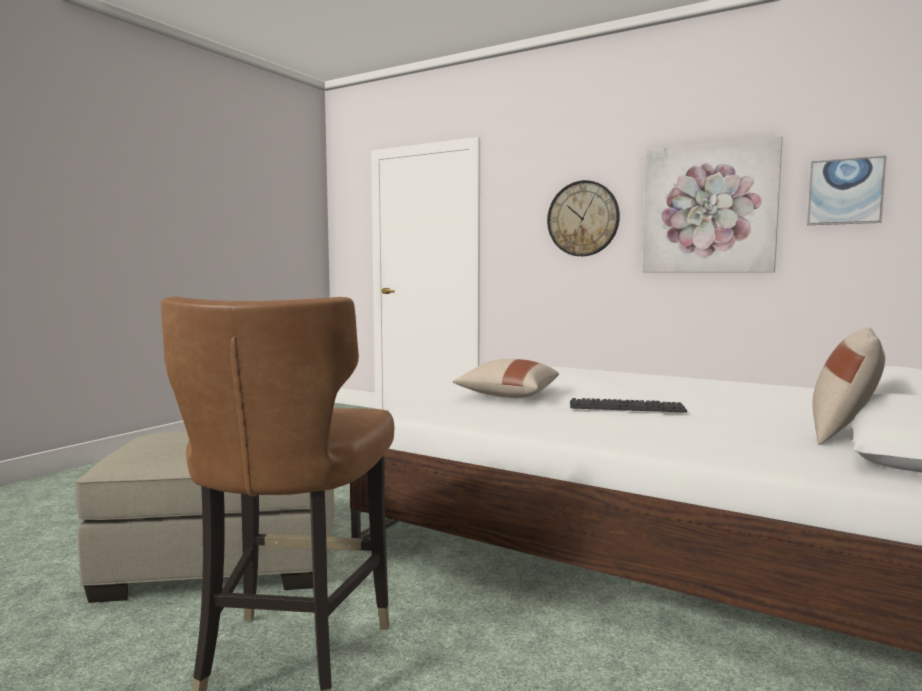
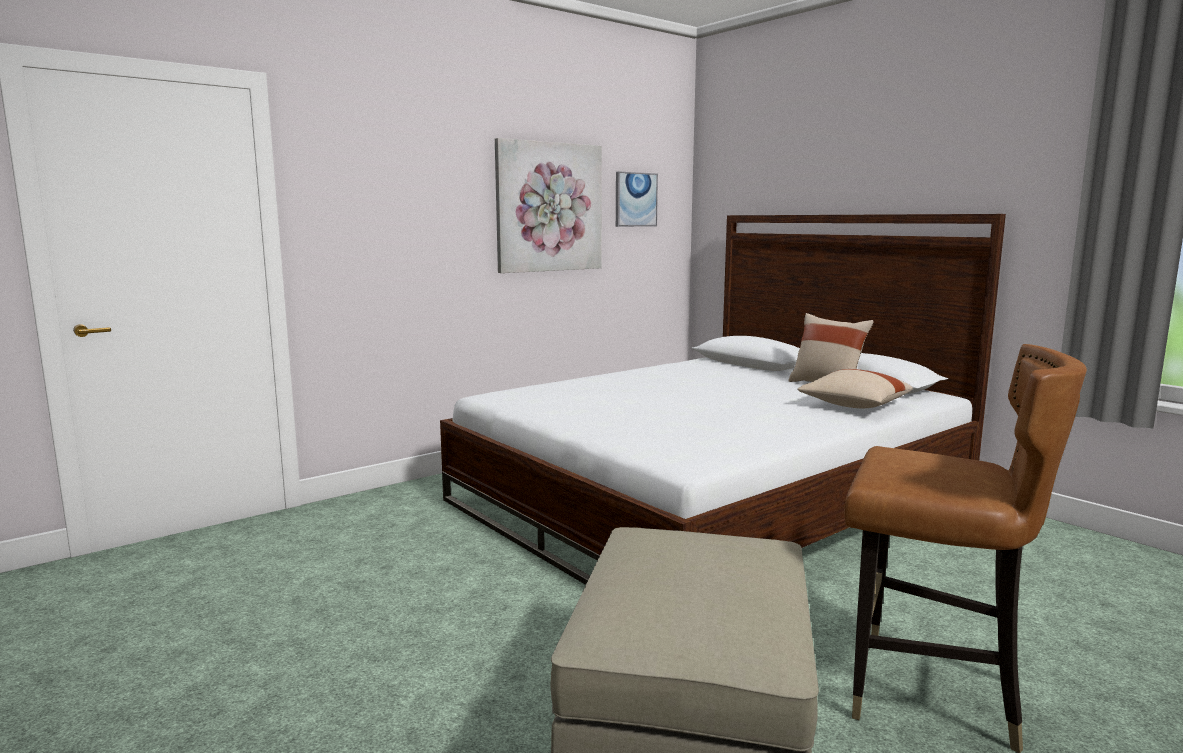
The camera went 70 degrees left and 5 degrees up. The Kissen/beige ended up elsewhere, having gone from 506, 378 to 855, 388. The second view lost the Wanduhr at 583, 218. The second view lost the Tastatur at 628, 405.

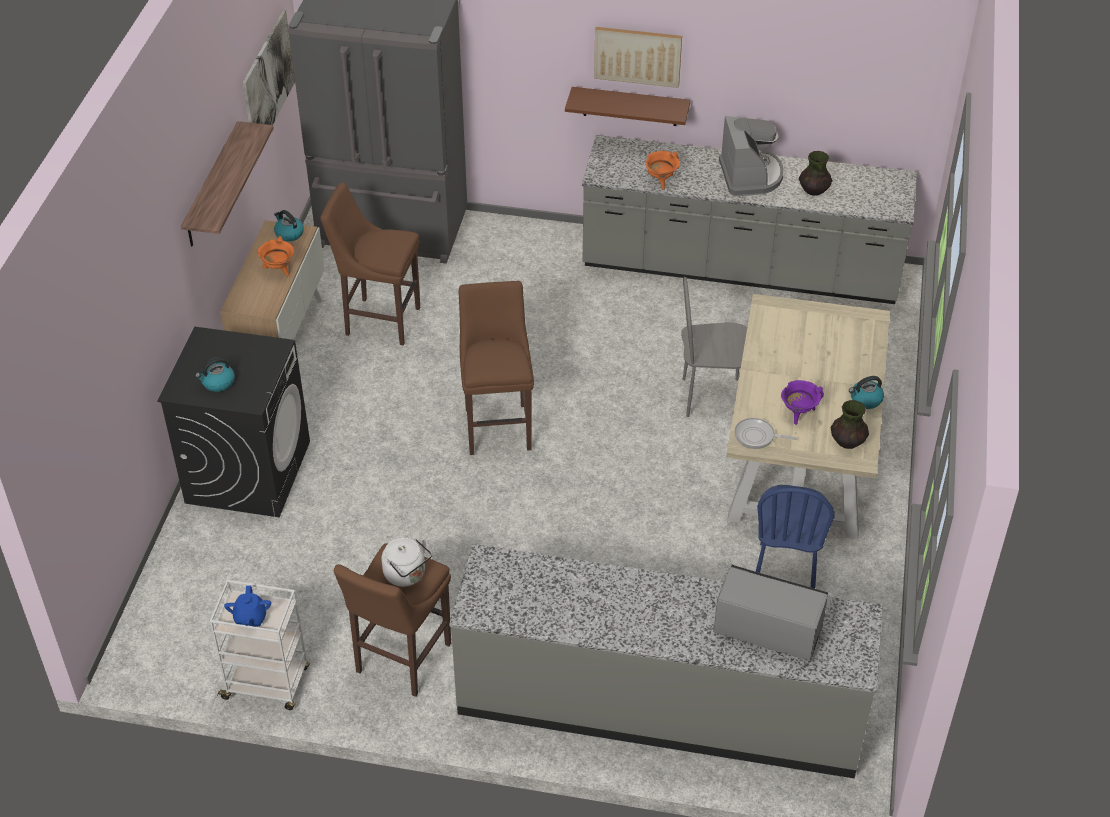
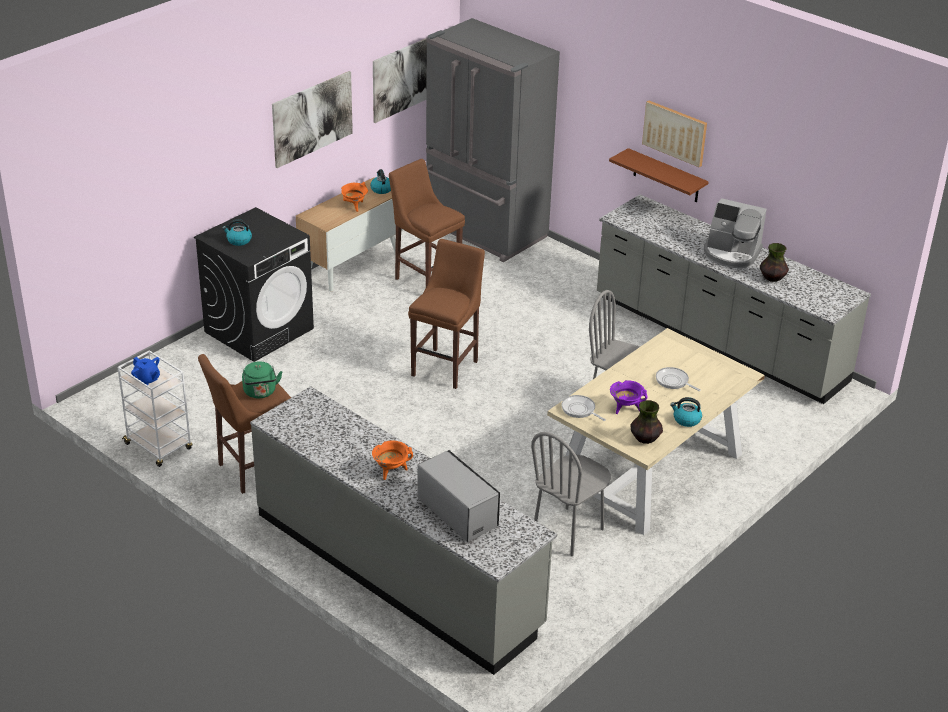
The camera went 30 degrees right and 10 degrees down. Where the Wandregal hung at 227, 183, the Bild came to hang at 312, 119. The Teekanne/blau at 247, 607 ended up facing another way, 75 degrees counterclockwise from before. What was the Wasserkessel/weiß at 406, 562 turned into the Wasserkessel/grün at 262, 379. The Kochtopf/orange ended up elsewhere, having gone from 663, 170 to 392, 460. The Kaffeemaschine at 751, 156 ended up facing another way, 90 degrees clockwise from before. What was the Stuhl/blau at 795, 537 turned into the Stuhl/grau at 571, 494. The second view gained the Pfanne at 678, 379.

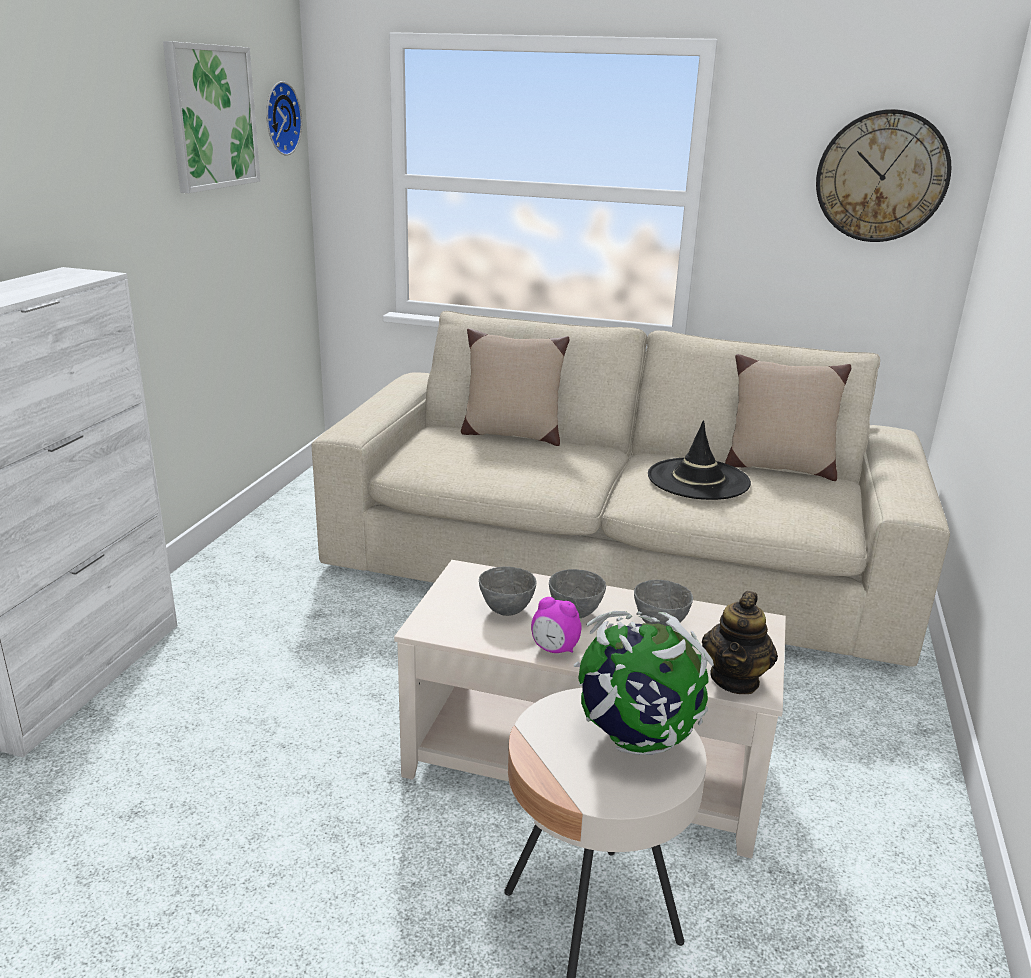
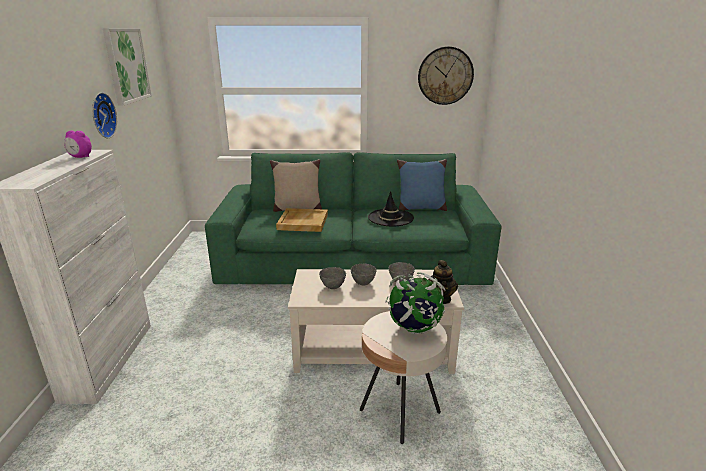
The camera went 15 degrees left and 0 degrees up. The Wanduhr ended up elsewhere, having gone from 284, 118 to 104, 115. What was the Sofa/beige at 631, 489 turned into the Sofa/grün at 353, 218. The Wecker ended up elsewhere, having gone from 556, 625 to 78, 144. What was the Kissen/beige at 788, 417 turned into the Kissen/blau at 422, 185. The second view gained the Tablett/beige at 302, 220.

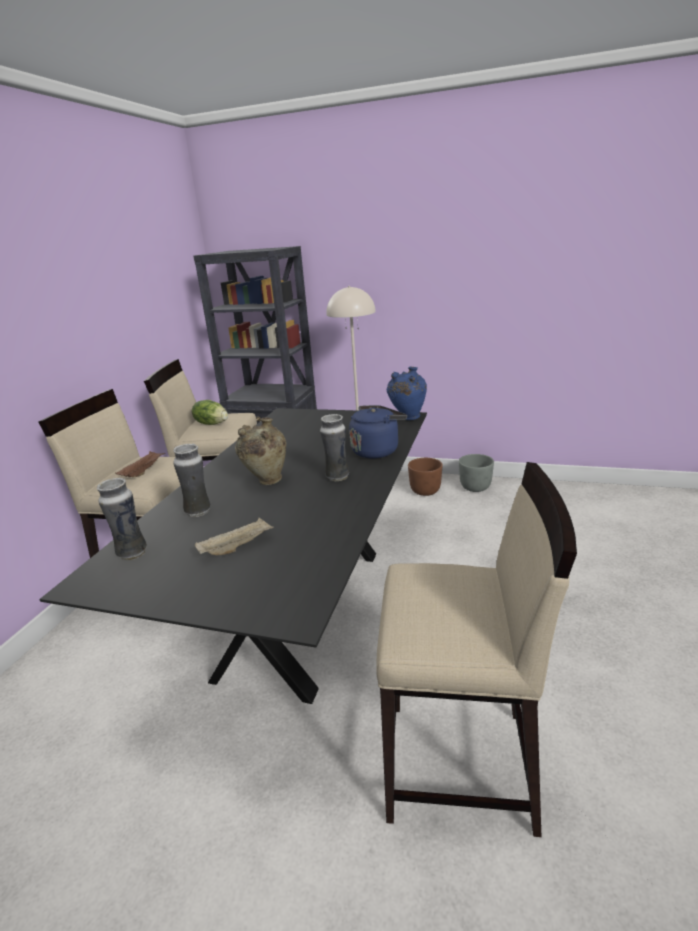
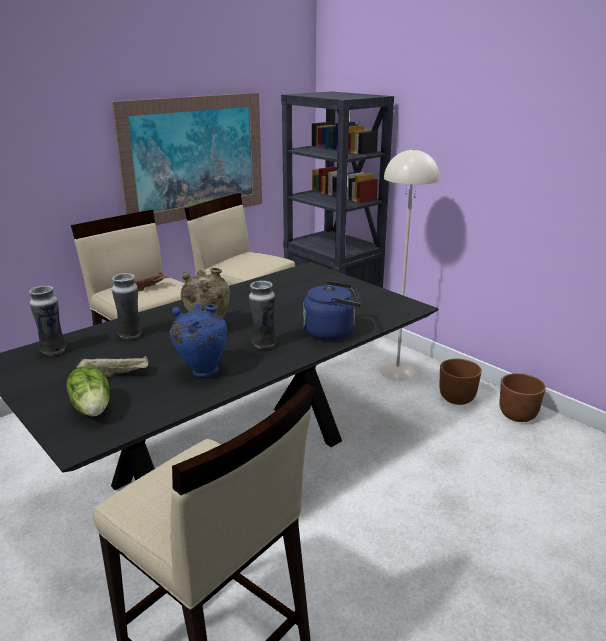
The camera went 30 degrees right and 0 degrees up. The Salatkopf ended up elsewhere, having gone from 210, 412 to 88, 391. The Vase/blau ended up elsewhere, having gone from 407, 393 to 198, 340. What was the Pflanzkübel/grau at 476, 473 turned into the Pflanzkübel/braun at 522, 397. The second view gained the Bild at 187, 159.

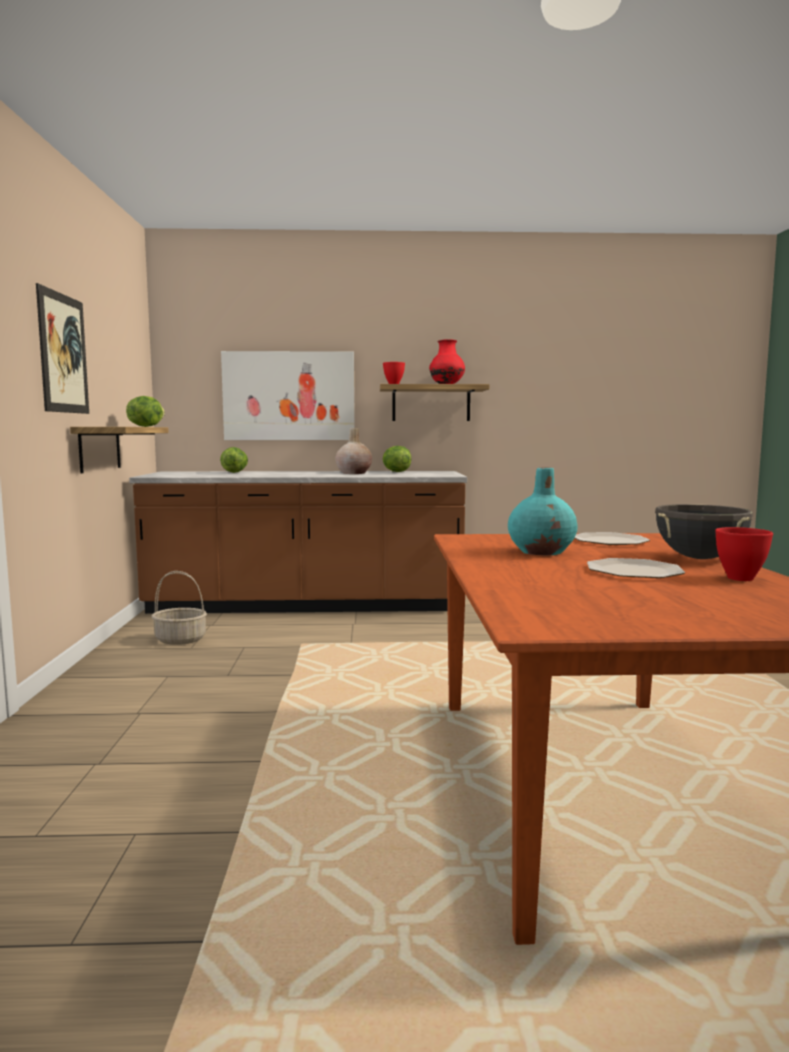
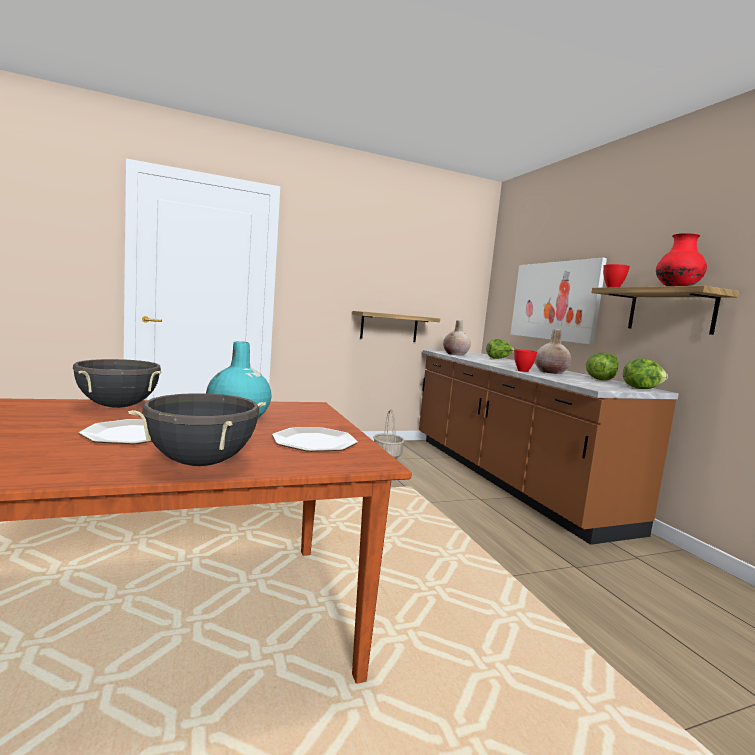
The camera went 70 degrees right and 0 degrees up. The second view lost the Bild at 62, 348. The Salatkopf ended up elsewhere, having gone from 145, 411 to 645, 373. The Schüssel/rot ended up elsewhere, having gone from 744, 554 to 525, 360. The second view gained the Kochtopf/schwarz at 117, 383. The second view gained the Vase/beige at 457, 338.

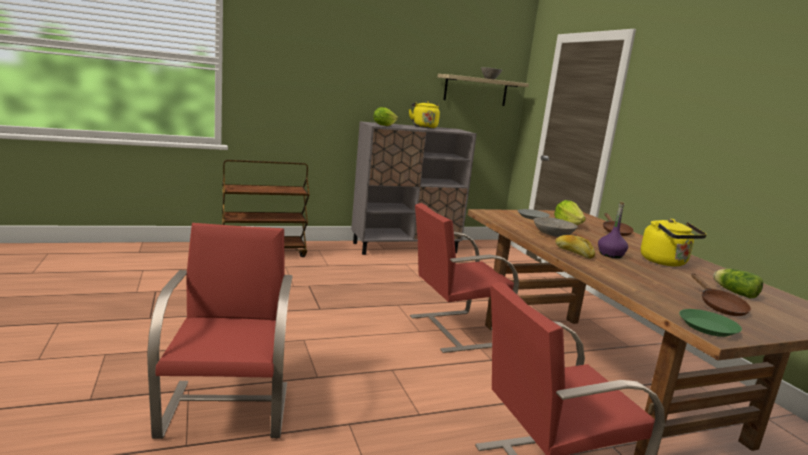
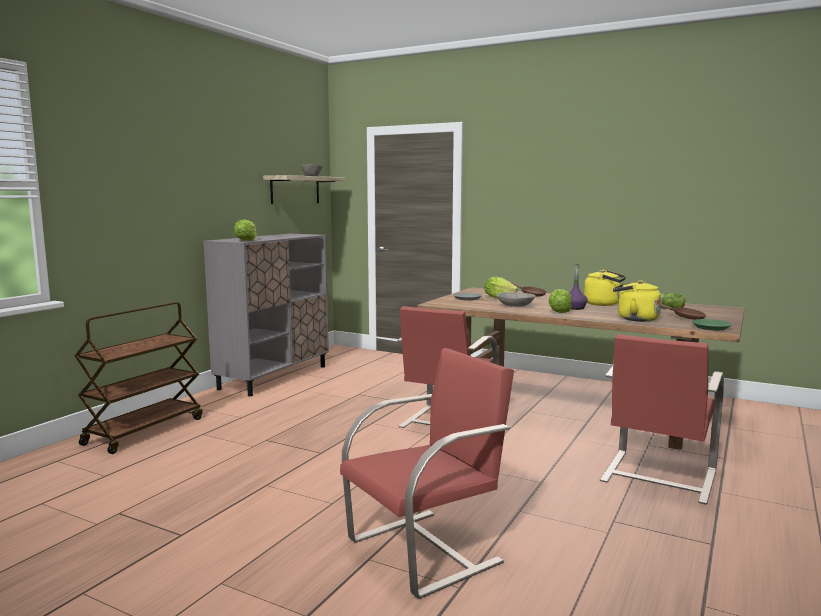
The camera went 40 degrees left and 5 degrees down. The Stuhl/rot at 220, 331 ended up facing another way, 105 degrees clockwise from before. The Wasserkessel/gelb ended up elsewhere, having gone from 424, 114 to 637, 301. Where the Brot stood at 575, 247, the Salatkopf came to stand at 560, 301.

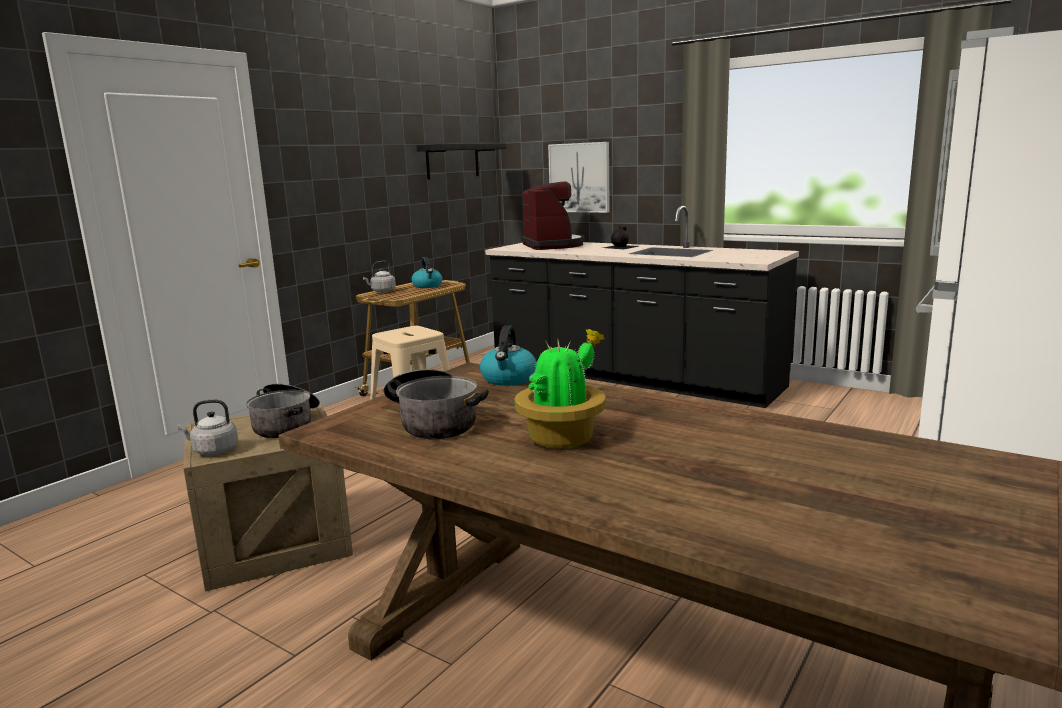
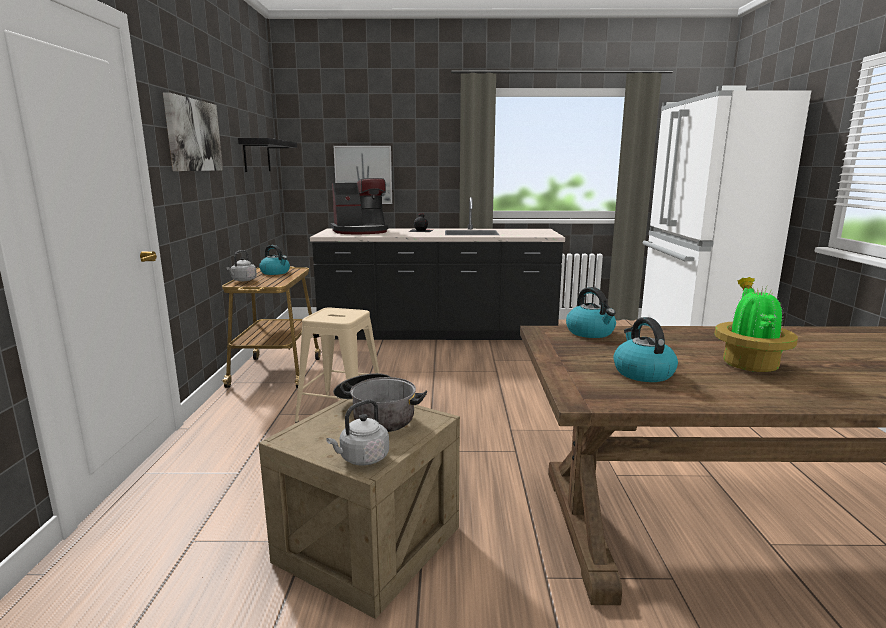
The camera went 35 degrees left and 0 degrees up. Where the Kochtopf stood at 436, 404, the Wasserkessel came to stand at 645, 349. The Kaffeemaschine at 553, 215 ended up facing another way, 120 degrees clockwise from before. The second view gained the Bild at 193, 131.

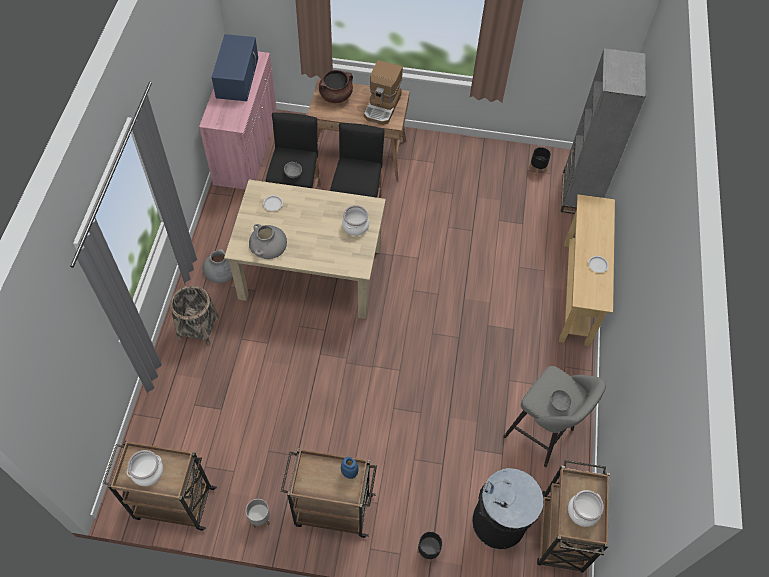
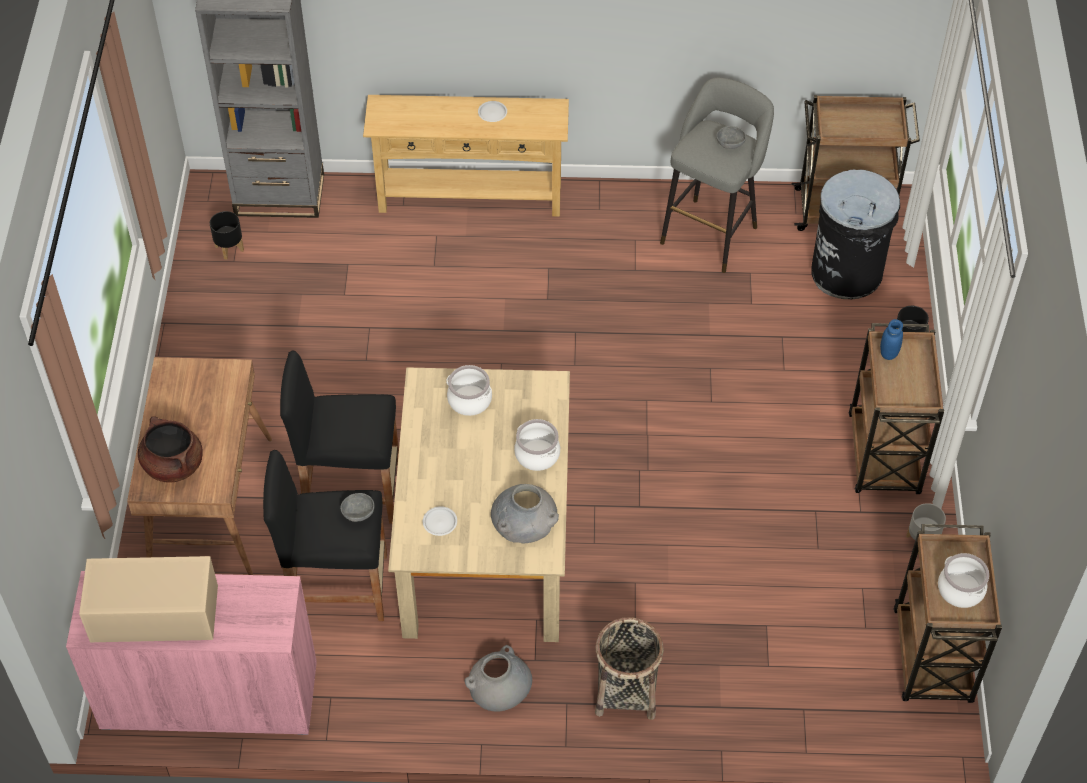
The camera went 95 degrees left and 5 degrees down. What was the Mikrowelle/blau at 235, 67 turned into the Mikrowelle/beige at 148, 599. The second view lost the Kaffeemaschine at 383, 92. The Kochtopf ended up elsewhere, having gone from 586, 508 to 537, 445.

